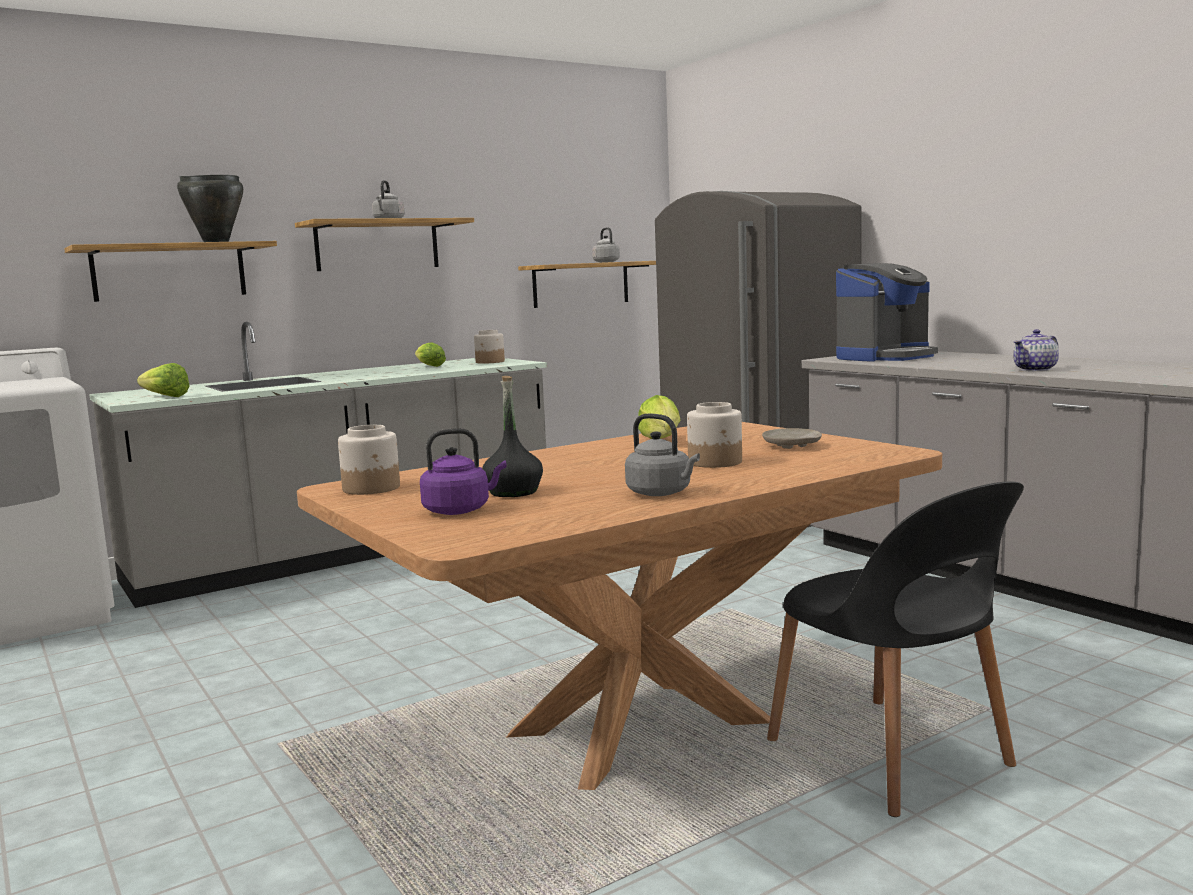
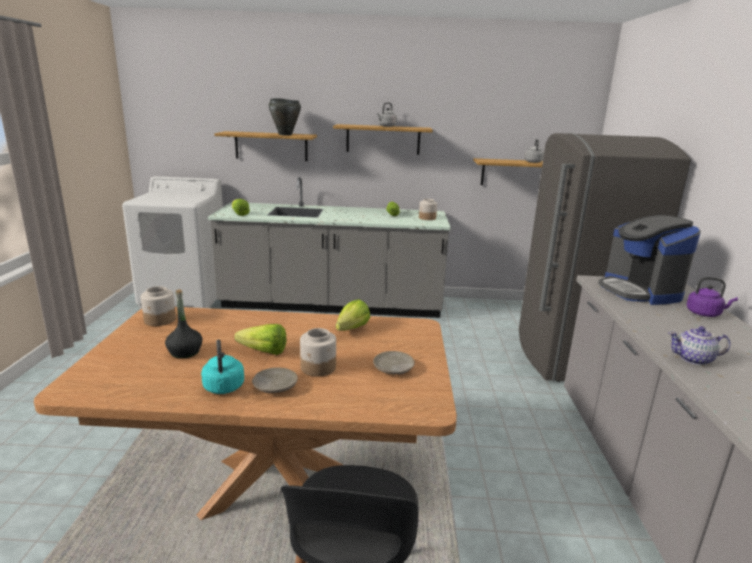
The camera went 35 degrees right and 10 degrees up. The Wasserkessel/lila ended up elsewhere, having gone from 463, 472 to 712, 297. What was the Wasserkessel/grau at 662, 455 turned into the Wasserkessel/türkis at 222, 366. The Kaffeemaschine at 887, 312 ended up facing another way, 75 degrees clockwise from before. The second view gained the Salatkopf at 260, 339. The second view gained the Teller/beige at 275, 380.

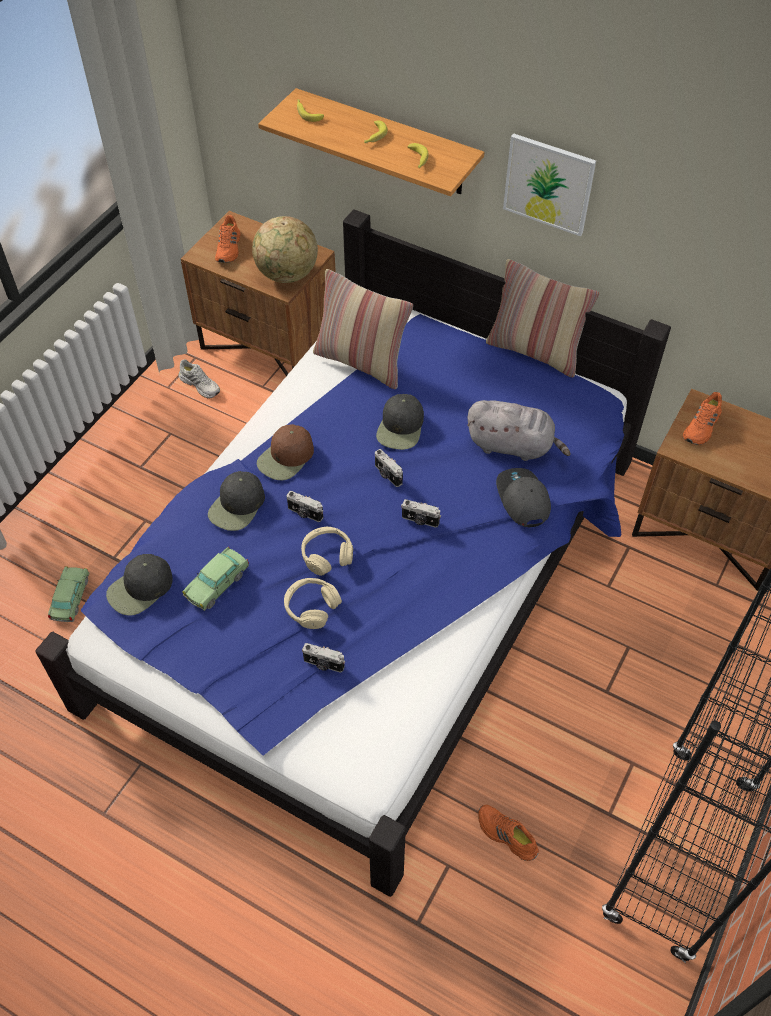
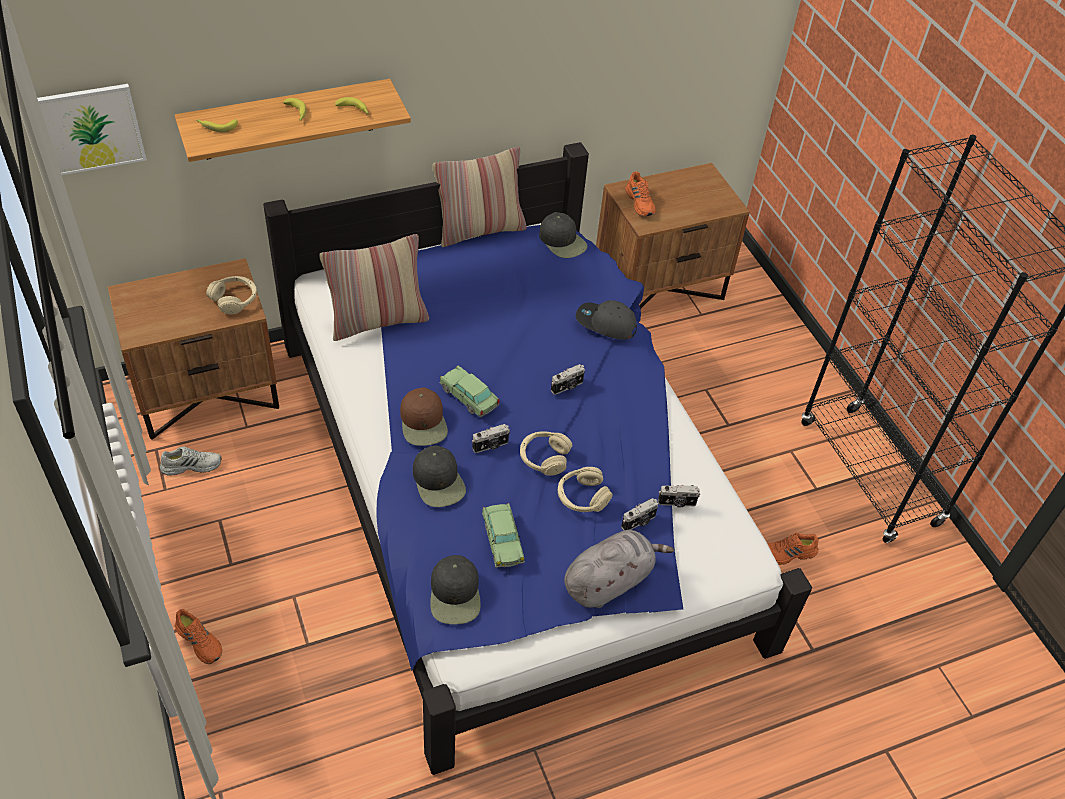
The camera went 55 degrees left and 5 degrees down. The Spielzeugauto ended up elsewhere, having gone from 69, 594 to 470, 391. The Schuh/orange ended up elsewhere, having gone from 228, 239 to 198, 636. Where the Globus stood at 285, 249, the Kopfhörer/beige came to stand at 231, 295. The Kamera ended up elsewhere, having gone from 389, 468 to 679, 496. The Kappe/schwarz ended up elsewhere, having gone from 400, 422 to 563, 235. The Plüschtier/grau ended up elsewhere, having gone from 518, 430 to 619, 569. The Bild ended up elsewhere, having gone from 549, 184 to 92, 129.

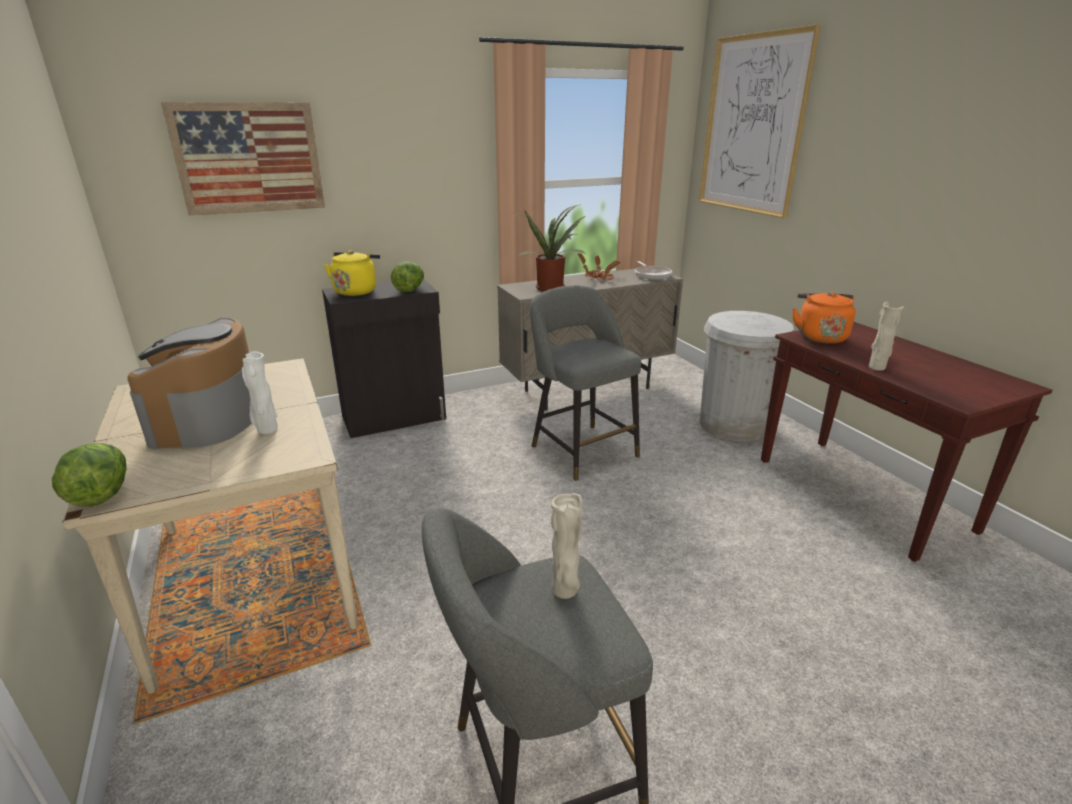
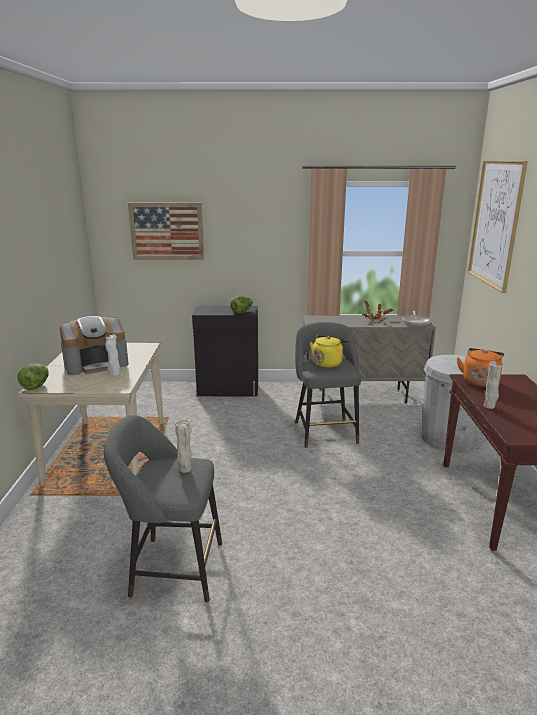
The camera went 25 degrees right and 5 degrees down. The Kaffeemaschine at 189, 383 ended up facing another way, 135 degrees counterclockwise from before. The Wasserkessel/gelb ended up elsewhere, having gone from 352, 273 to 329, 351. The second view lost the Topfpflanze at 549, 248.

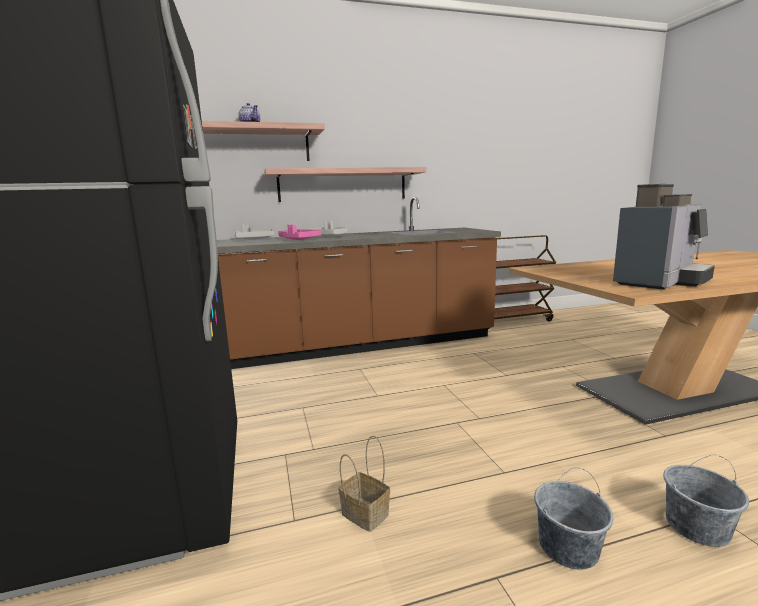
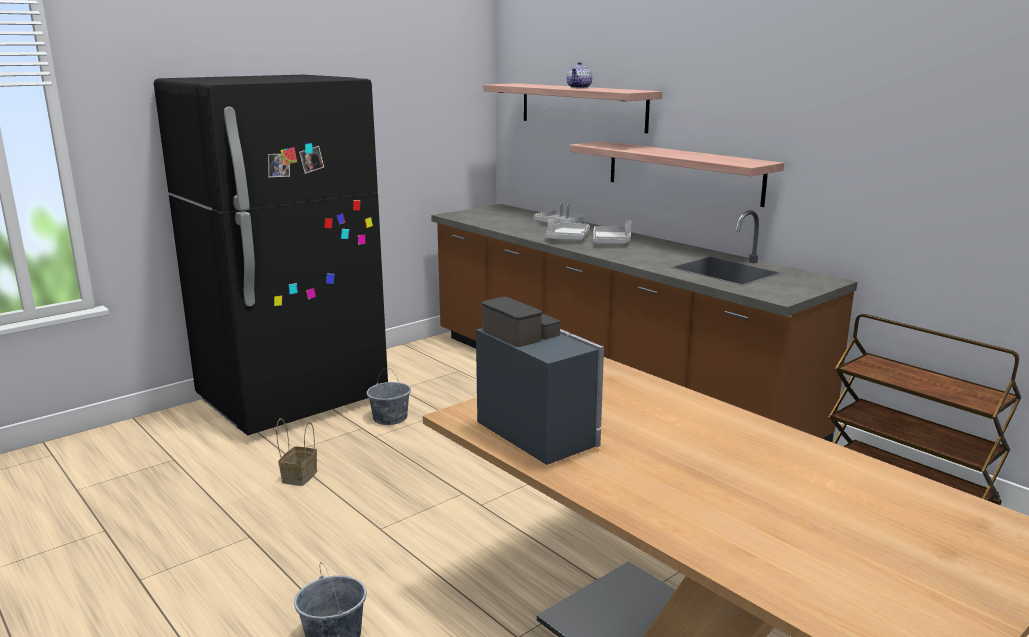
The camera went 65 degrees right and 5 degrees up. What was the Tablett/rosa at 299, 232 turned into the Tablett/grau at 567, 229. The Eimer/grau ended up elsewhere, having gone from 573, 518 to 389, 396. The Kaffeemaschine at 664, 237 ended up facing another way, 150 degrees counterclockwise from before.

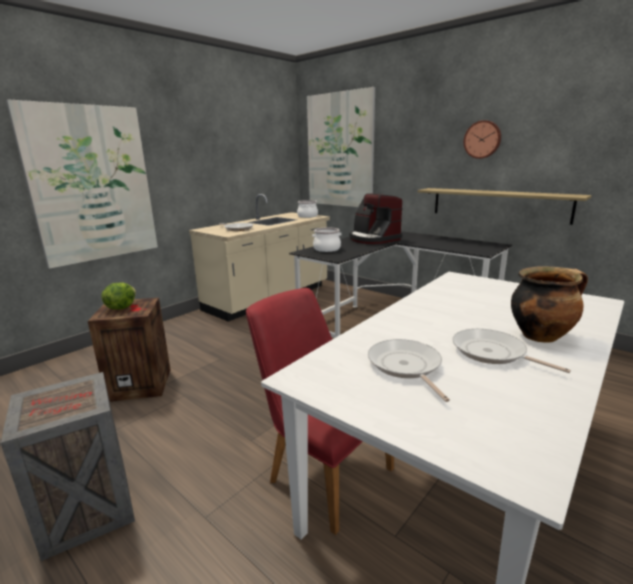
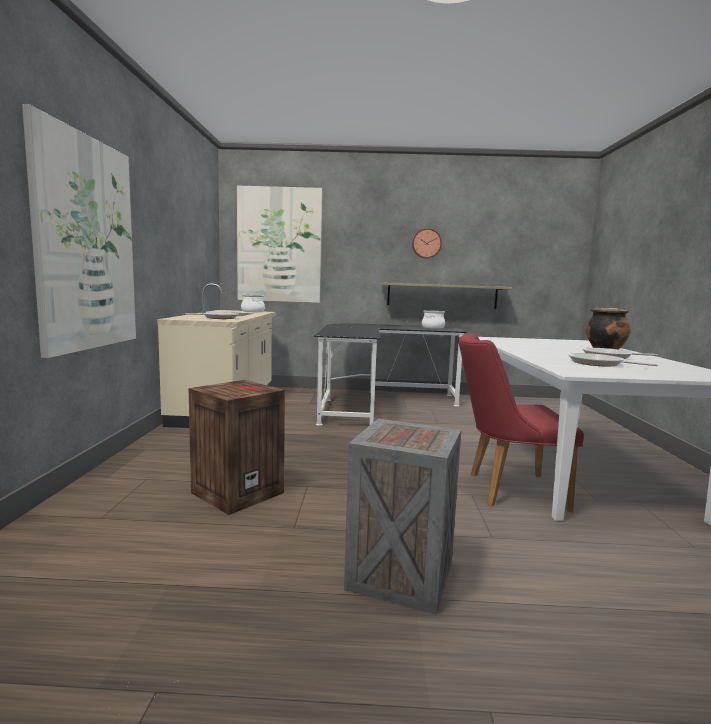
The camera went 40 degrees left and 10 degrees down. The second view lost the Salatkopf at 118, 296. The Kochtopf ended up elsewhere, having gone from 326, 240 to 433, 319. The second view lost the Kaffeemaschine at 376, 218.

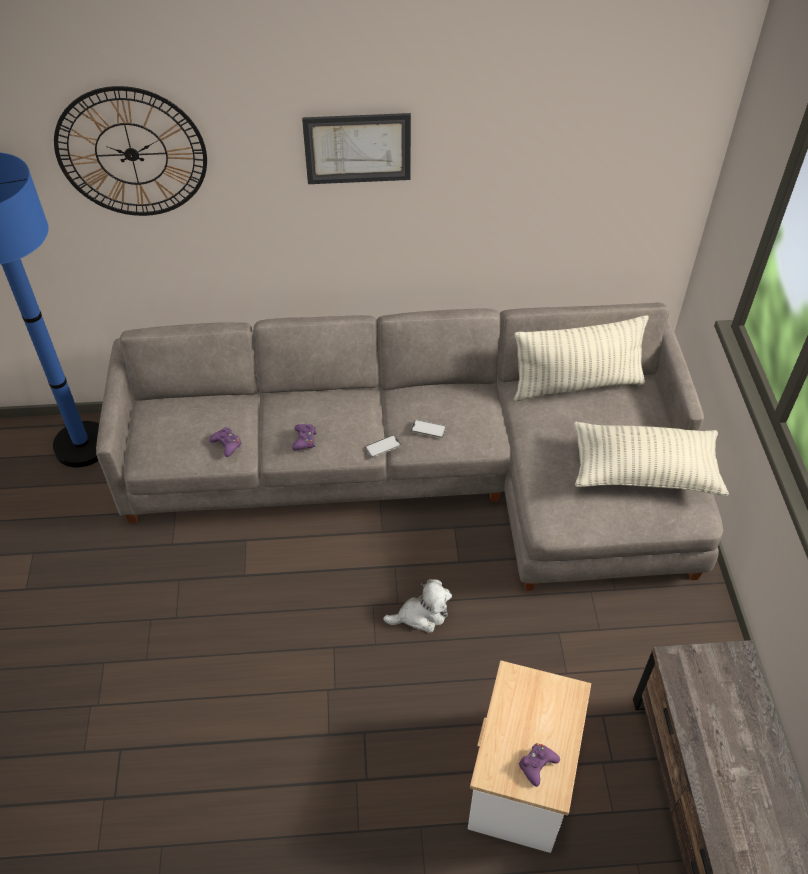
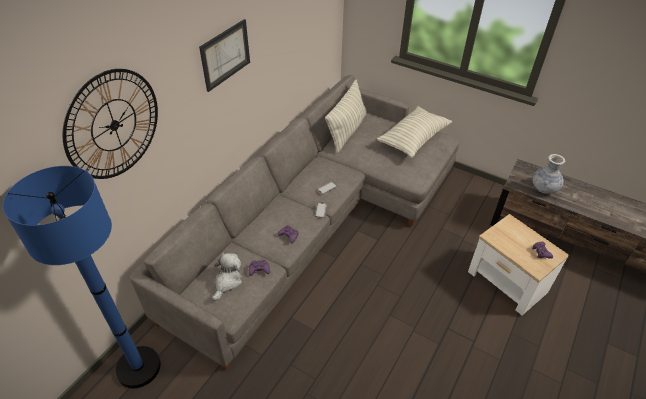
The camera went 55 degrees left and 5 degrees down. The Plüschtier ended up elsewhere, having gone from 417, 606 to 227, 277. The second view gained the Vase at 549, 174.

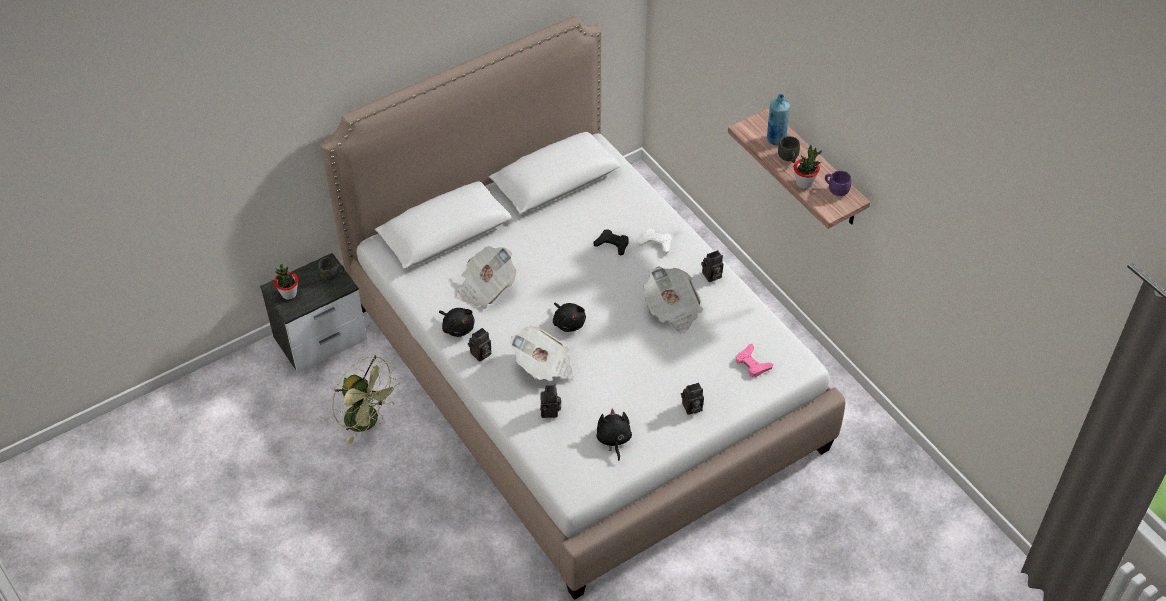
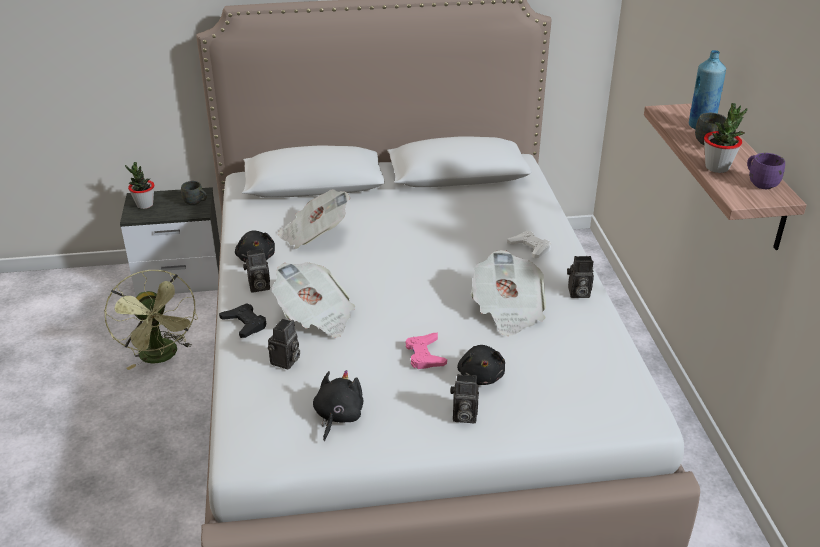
The camera went 25 degrees right and 15 degrees down. The Plüschtier/schwarz ended up elsewhere, having gone from 569, 317 to 481, 365. The Gamepad/schwarz ended up elsewhere, having gone from 611, 242 to 242, 320. The Gamepad/rosa ended up elsewhere, having gone from 754, 360 to 426, 351.

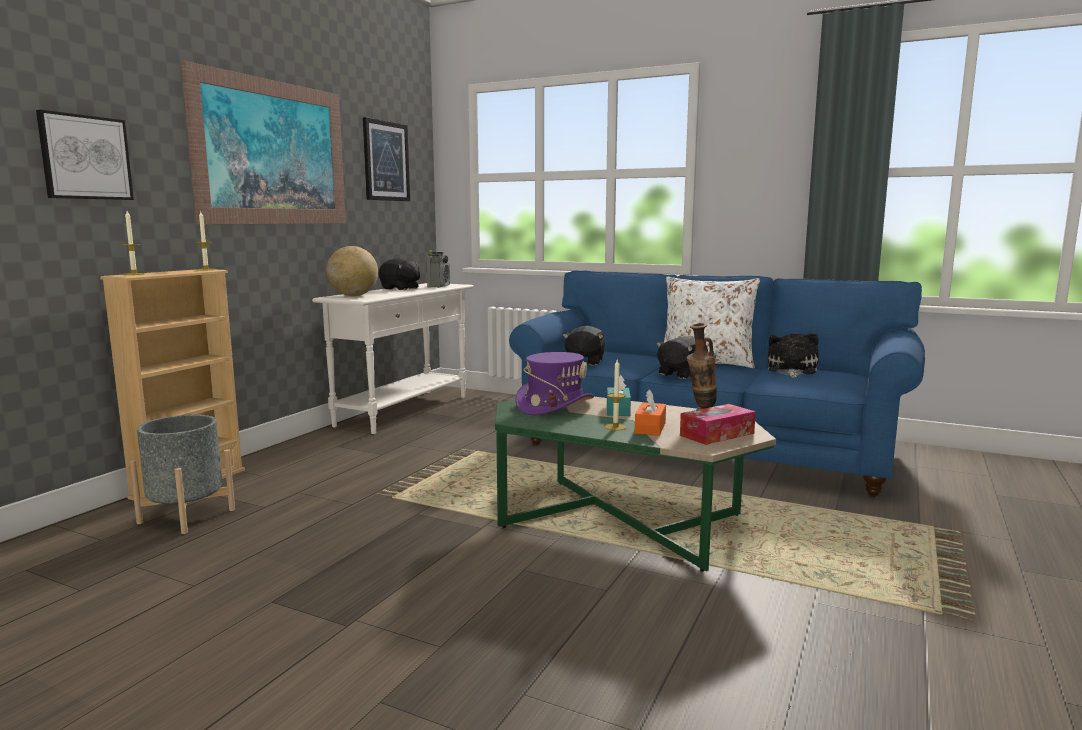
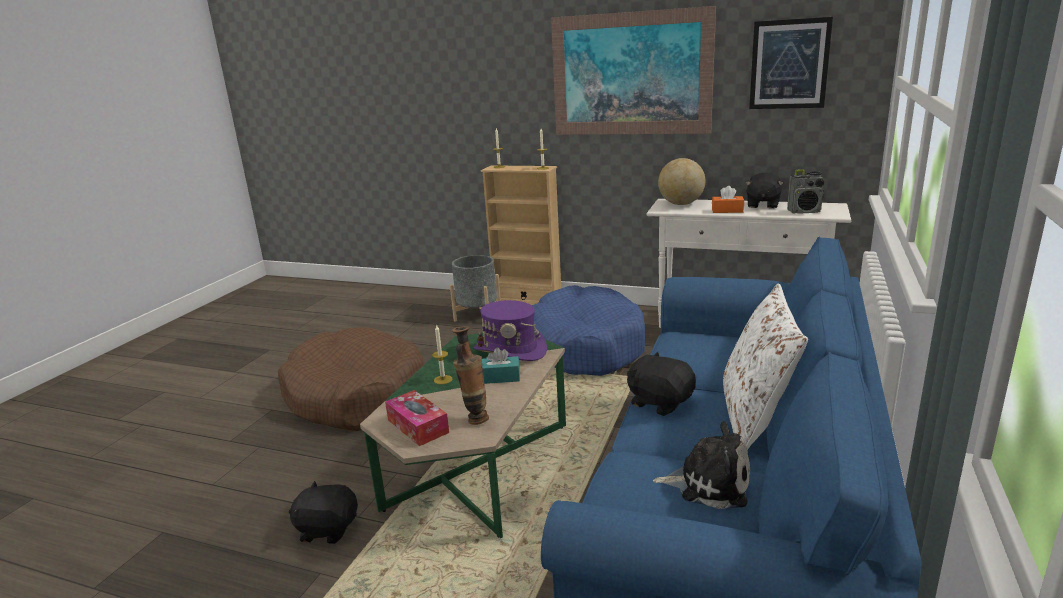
The camera went 85 degrees right and 10 degrees up. The second view lost the Bild at 85, 155. The Plüschtier/schwarz ended up elsewhere, having gone from 584, 346 to 323, 512. The Taschentuchbox/orange ended up elsewhere, having gone from 650, 412 to 728, 199. The second view gained the Hundebett/braun at 351, 379. The second view gained the Hundebett/blau at 588, 330.

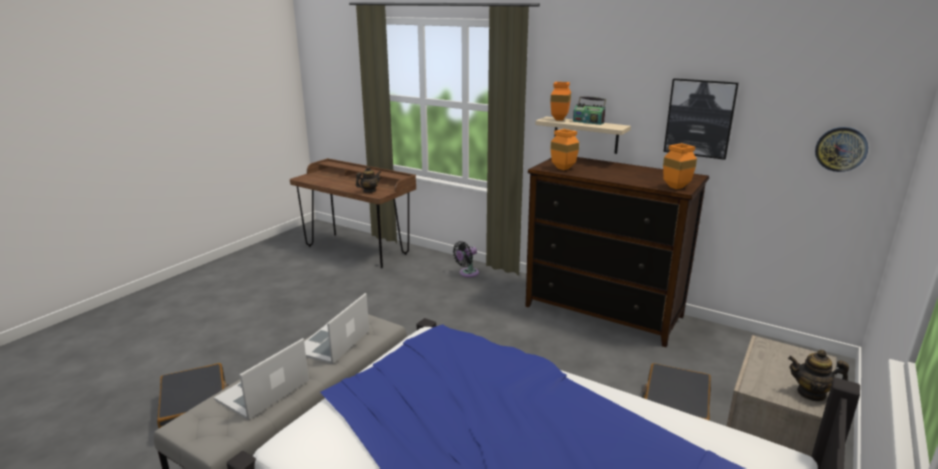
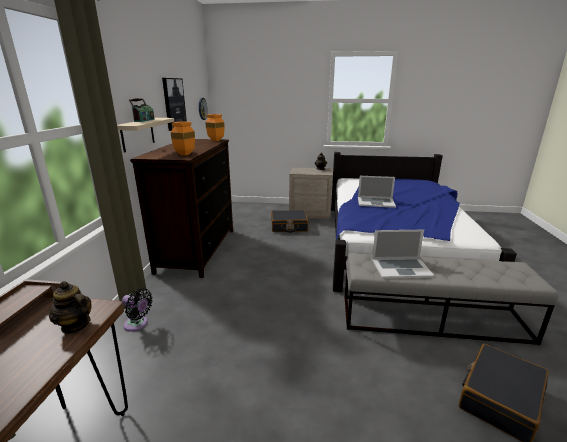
The camera went 115 degrees left and 0 degrees up. The Laptop ended up elsewhere, having gone from 261, 379 to 377, 192. The second view lost the Vase/orange at 560, 101.

